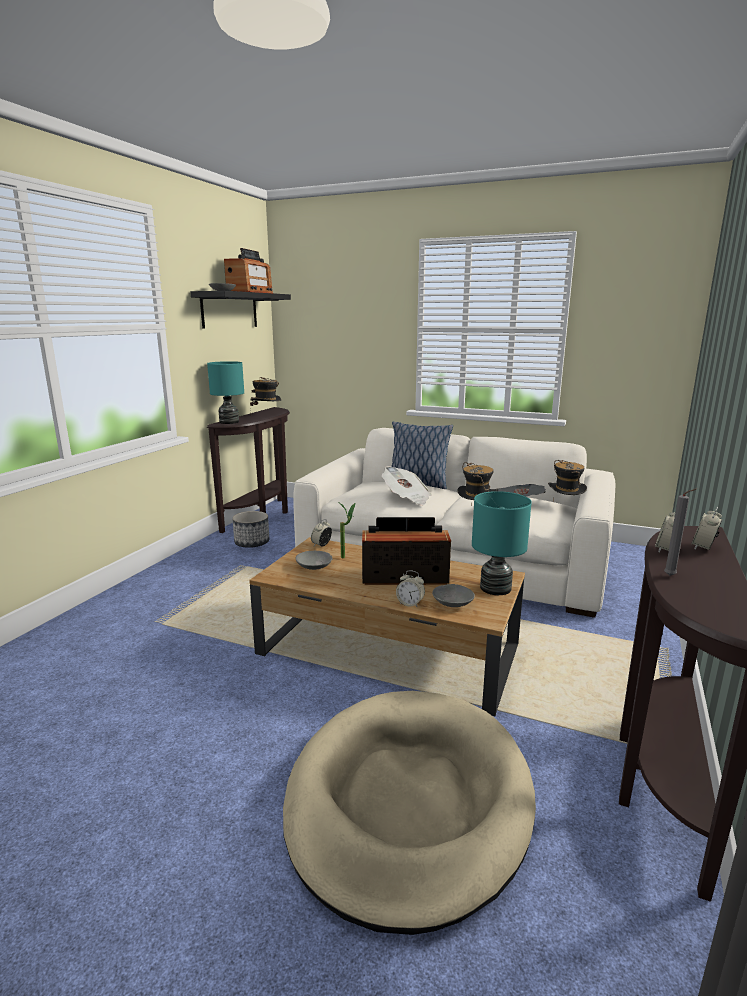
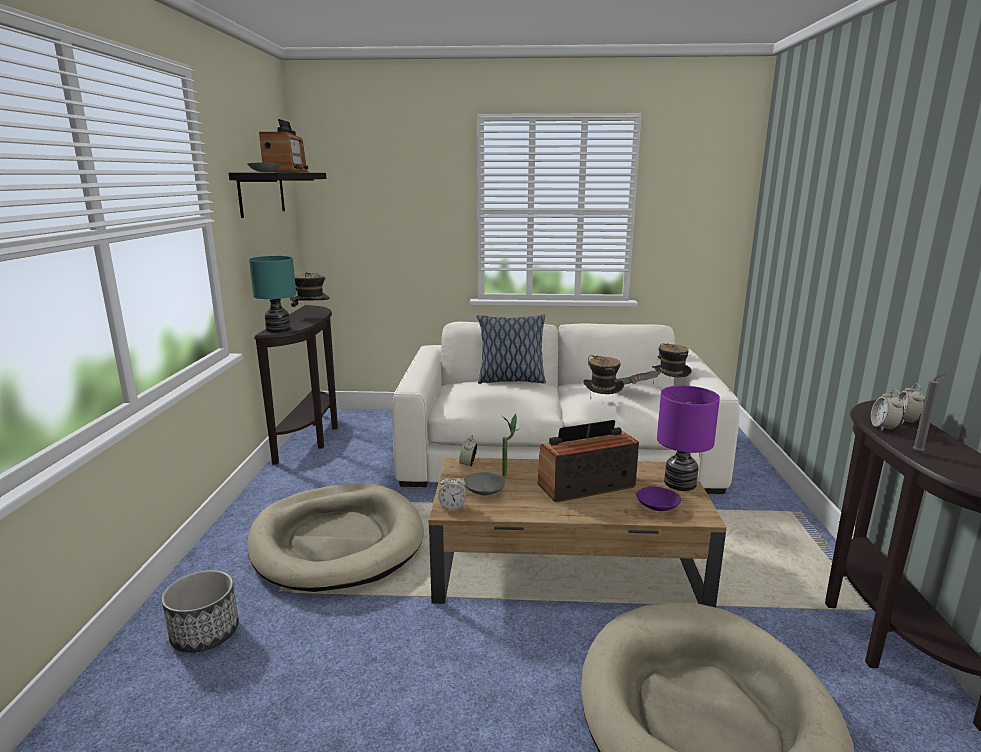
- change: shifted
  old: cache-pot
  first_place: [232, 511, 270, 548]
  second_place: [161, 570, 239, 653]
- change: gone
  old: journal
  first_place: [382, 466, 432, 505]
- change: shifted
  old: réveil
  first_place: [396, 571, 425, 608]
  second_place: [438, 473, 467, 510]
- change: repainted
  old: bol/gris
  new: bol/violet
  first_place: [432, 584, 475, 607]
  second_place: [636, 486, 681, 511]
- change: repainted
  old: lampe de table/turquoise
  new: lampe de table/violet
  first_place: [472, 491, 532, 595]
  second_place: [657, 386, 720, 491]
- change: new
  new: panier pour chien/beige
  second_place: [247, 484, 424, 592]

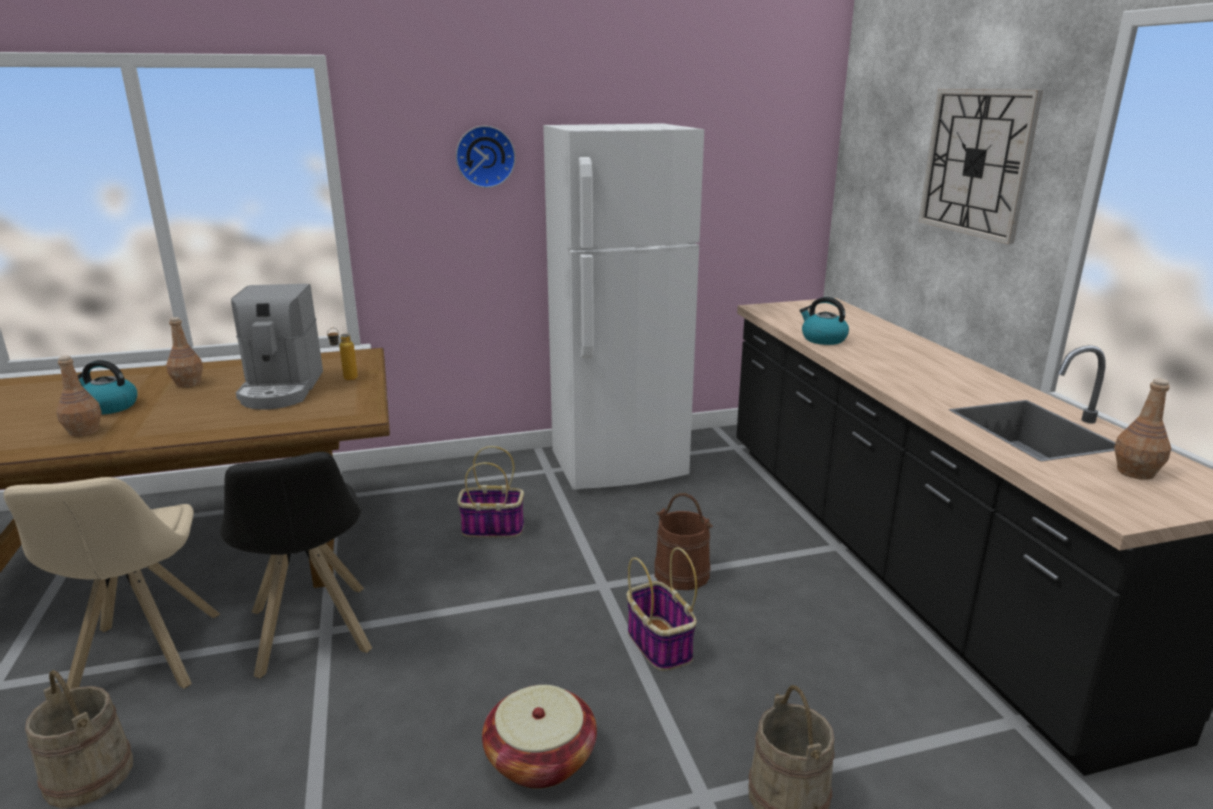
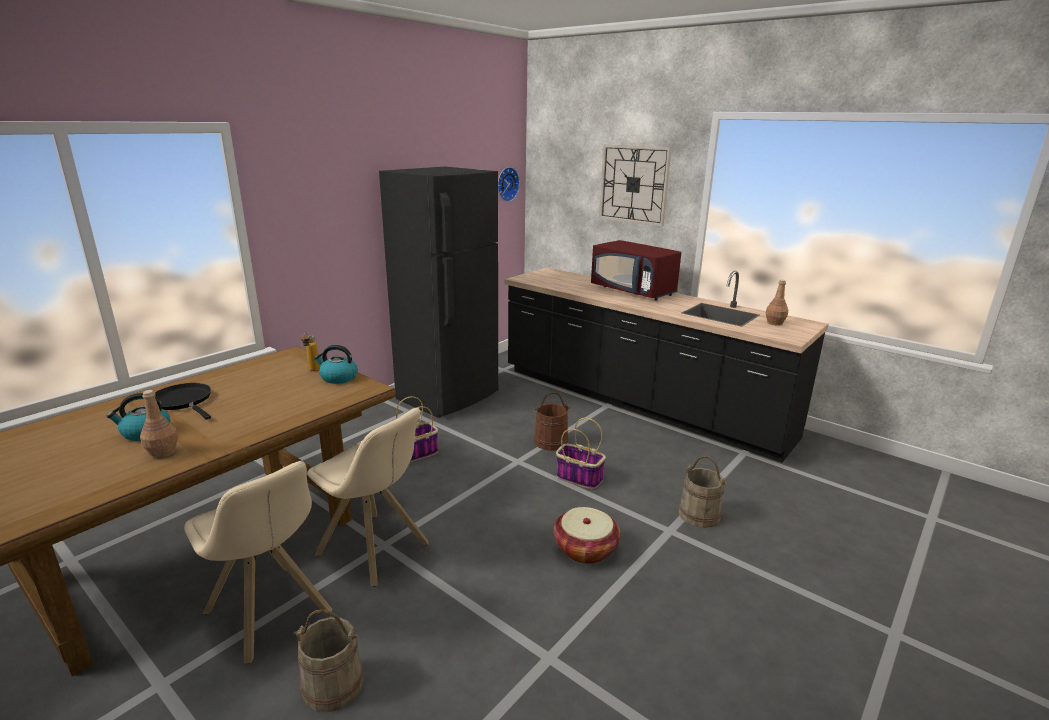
- change: swapped
  old: bouteille/marron
  new: poêle/noir
  first_place: [166, 317, 203, 388]
  second_place: [155, 383, 211, 419]
- change: repainted
  old: chaise/noir
  new: chaise/beige
  first_place: [220, 452, 372, 679]
  second_place: [307, 408, 428, 587]
- change: gone
  old: machine à café
  first_place: [231, 284, 323, 410]
- change: shifted
  old: horloge murale
  first_place: [456, 125, 516, 188]
  second_place: [498, 167, 520, 202]
- change: repainted
  old: réfrigérateur/blanc
  new: réfrigérateur/noir
  first_place: [543, 123, 704, 490]
  second_place: [379, 167, 498, 418]
- change: shifted
  old: bouilloire
  first_place: [800, 297, 849, 345]
  second_place: [314, 345, 357, 384]
- change: new
  new: micro-ondes/rouge
  second_place: [591, 240, 681, 300]

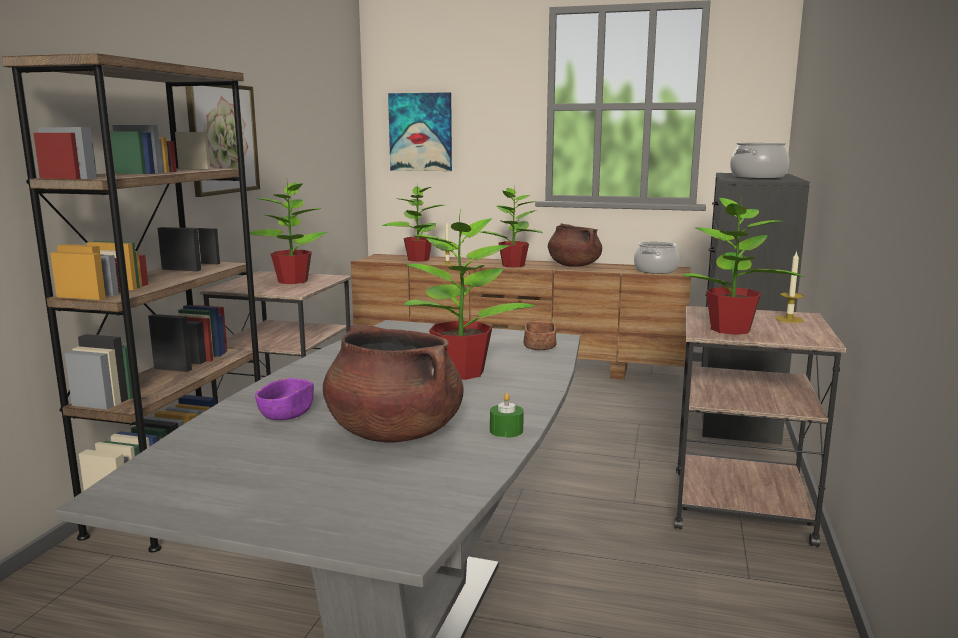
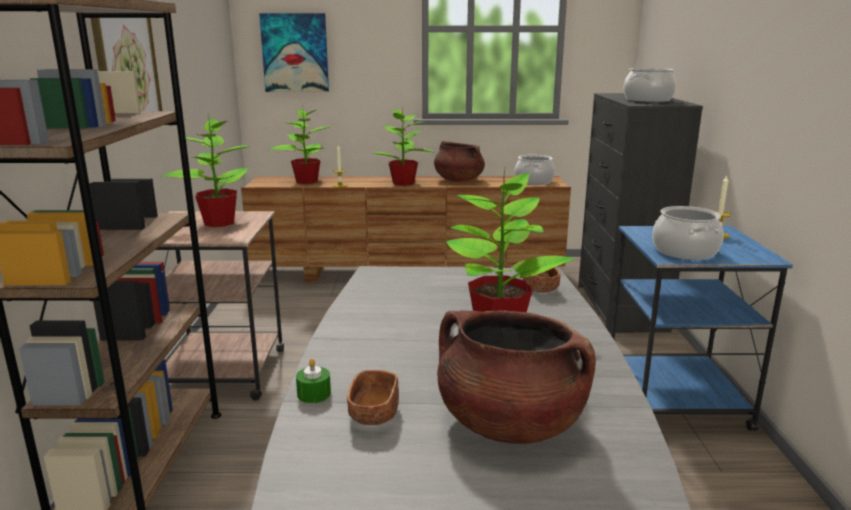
- change: repainted
  old: bol/violet
  new: bol/marron
  first_place: [255, 378, 314, 420]
  second_place: [347, 370, 399, 425]
- change: shifted
  old: bougie/vert
  first_place: [490, 393, 524, 438]
  second_place: [296, 358, 331, 403]
- change: repainted
  old: chariot/marron
  new: chariot/bleu
  first_place: [674, 306, 846, 547]
  second_place: [611, 226, 793, 431]
- change: swapped
  old: plante en pot
  new: marmite
  first_place: [683, 195, 804, 335]
  second_place: [652, 206, 724, 260]

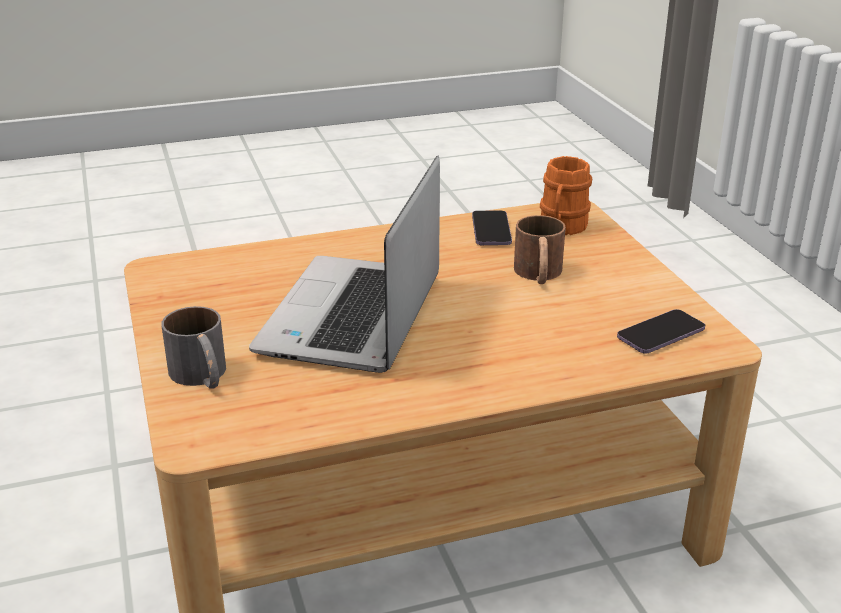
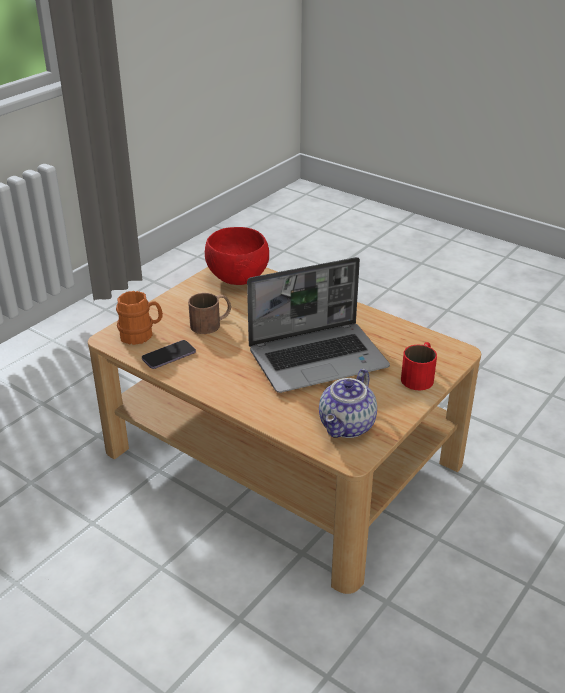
- change: repainted
  old: mug/gris
  new: mug/rouge
  first_place: [162, 306, 226, 389]
  second_place: [401, 342, 437, 390]
- change: swapped
  old: téléphone
  new: bol/rouge
  first_place: [617, 309, 705, 354]
  second_place: [205, 227, 269, 285]
- change: new
  new: théière
  second_place: [319, 369, 377, 438]

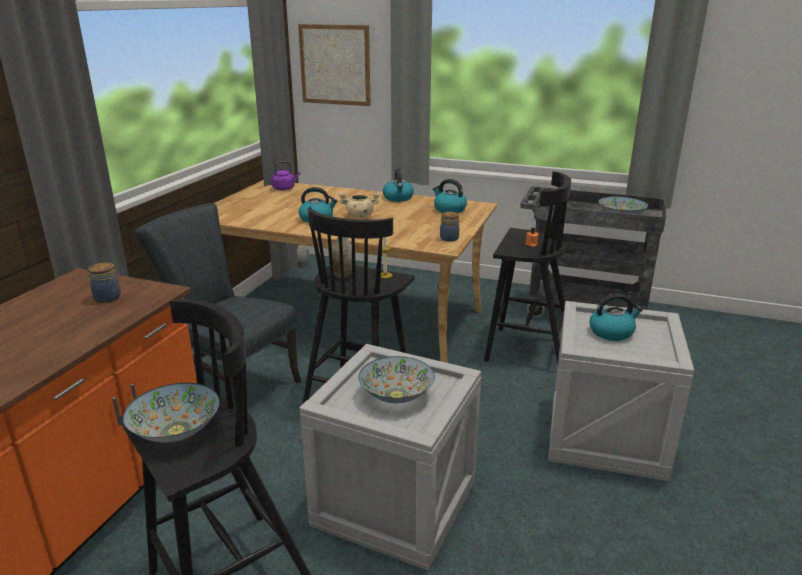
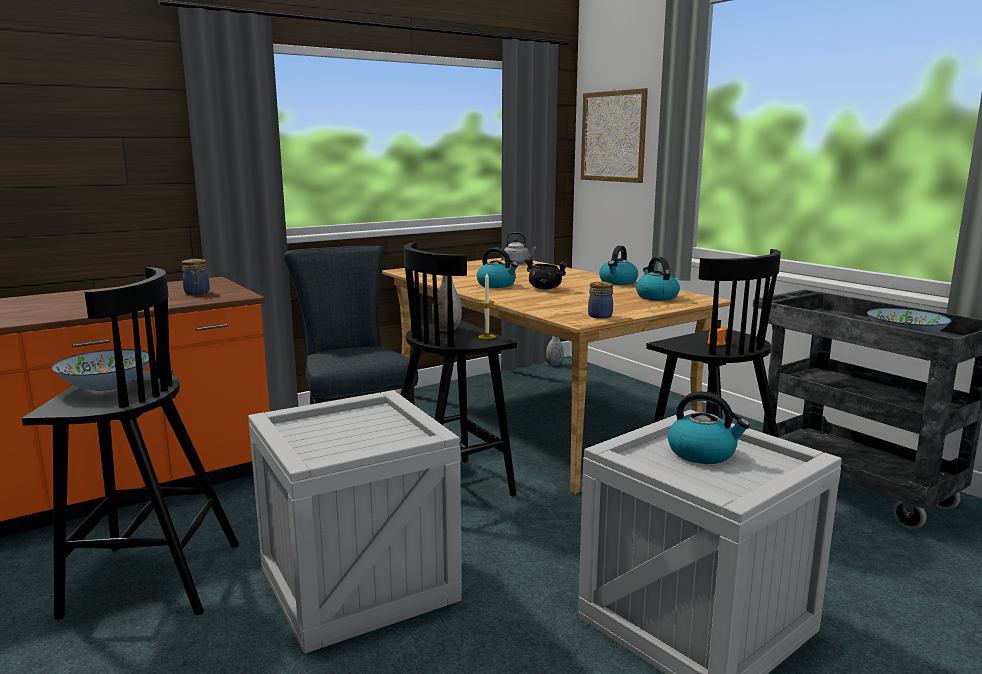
- change: repainted
  old: bouilloire/violet
  new: bouilloire/gris
  first_place: [271, 161, 300, 190]
  second_place: [503, 232, 536, 265]
- change: repainted
  old: marmite/beige
  new: marmite/noir
  first_place: [339, 192, 380, 217]
  second_place: [524, 258, 569, 289]
- change: gone
  old: bol
  first_place: [359, 356, 435, 404]

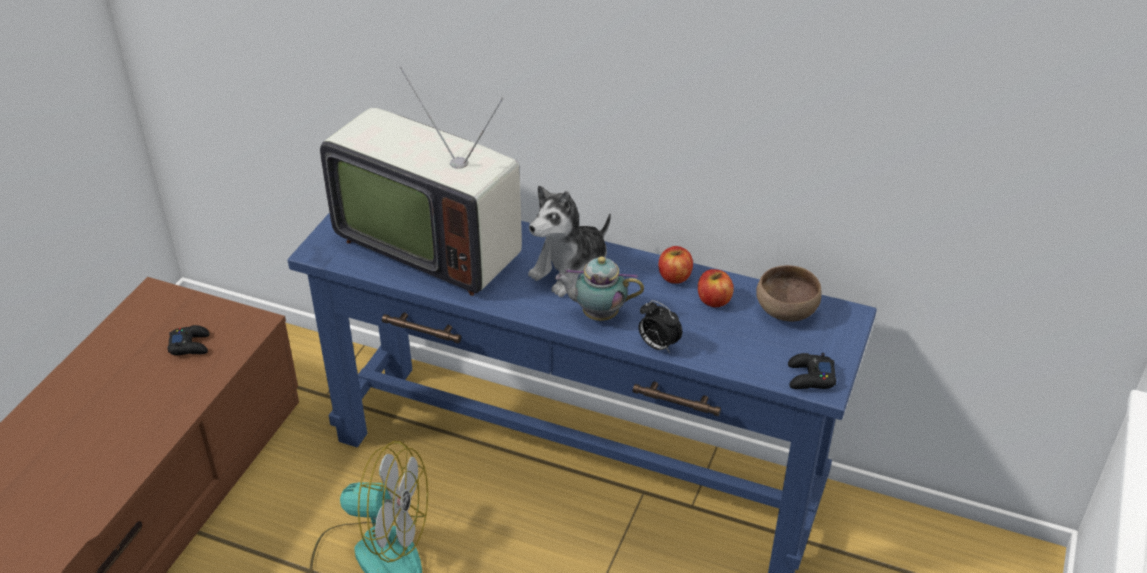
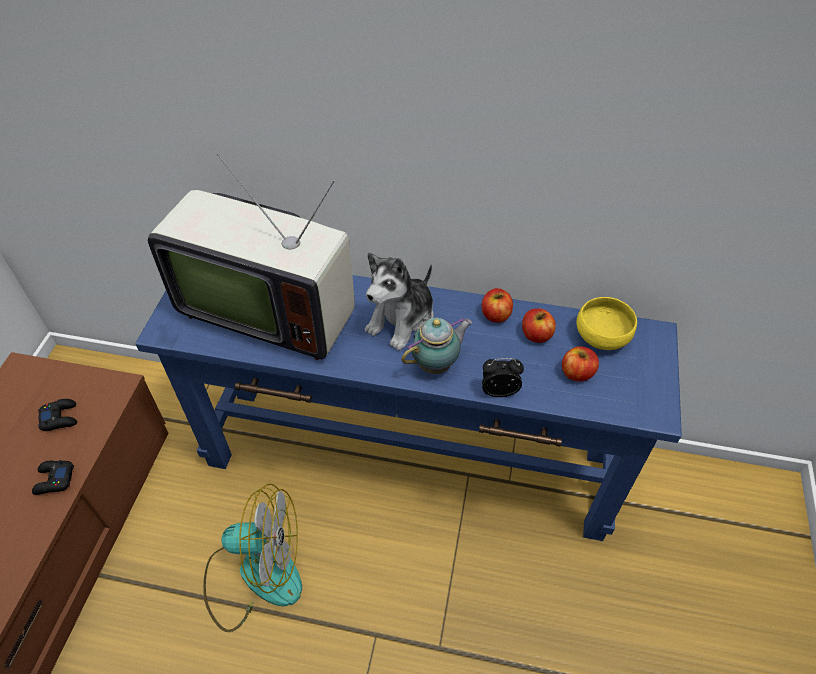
- change: rotated
  old: théière
  first_place: [555, 256, 644, 321]
  second_place: [402, 317, 472, 374]
  degrees: 150
- change: rotated
  old: réveil
  first_place: [639, 300, 682, 353]
  second_place: [482, 358, 524, 397]
  degrees: 150
- change: repainted
  old: bol/marron
  new: bol/jaune
  first_place: [756, 265, 822, 322]
  second_place: [576, 297, 637, 350]
- change: shifted
  old: manette/noir
  first_place: [788, 353, 836, 389]
  second_place: [32, 460, 74, 495]
- change: new
  new: pomme
  second_place: [562, 347, 599, 382]

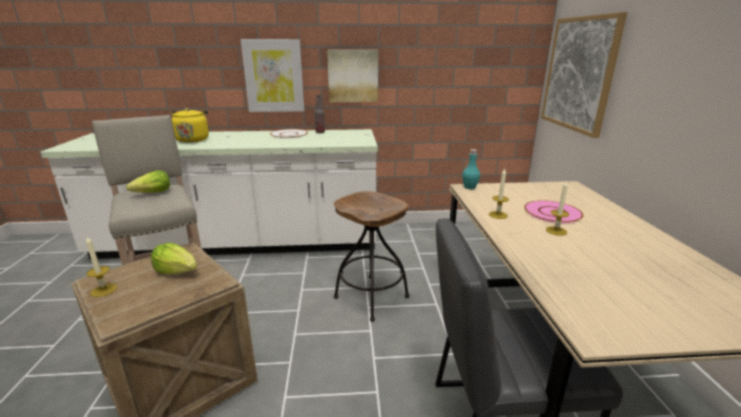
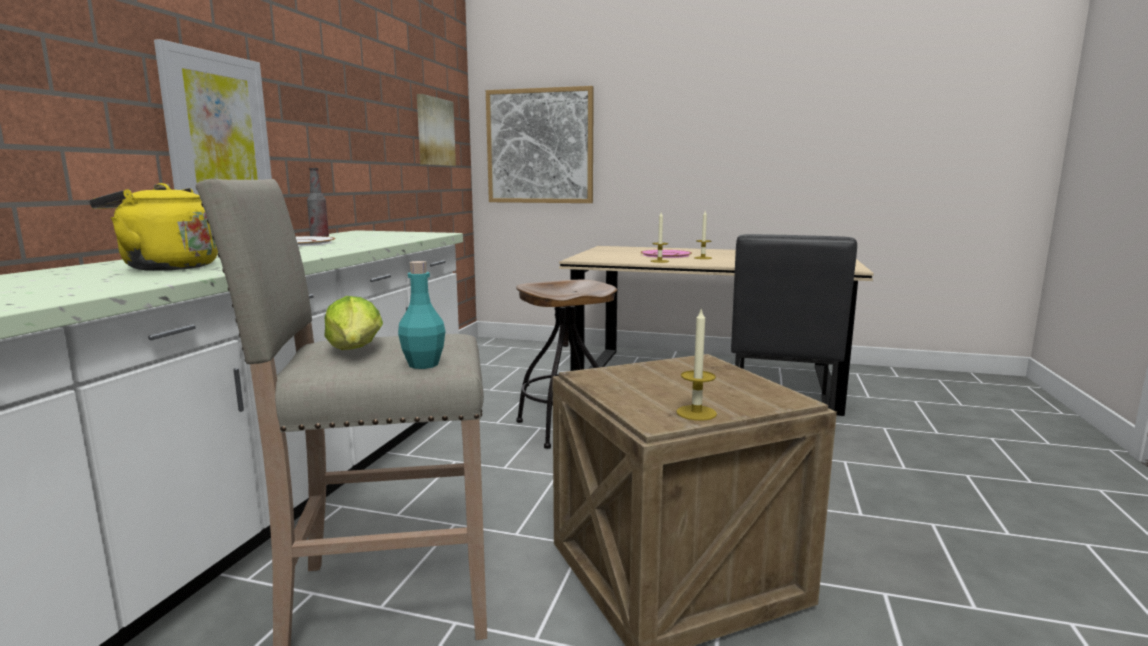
- change: gone
  old: laitue
  first_place: [151, 243, 197, 274]
- change: shifted
  old: tableau
  first_place: [327, 50, 378, 102]
  second_place: [417, 94, 456, 166]
- change: shifted
  old: bouteille/turquoise
  first_place: [462, 149, 480, 189]
  second_place: [398, 261, 445, 369]

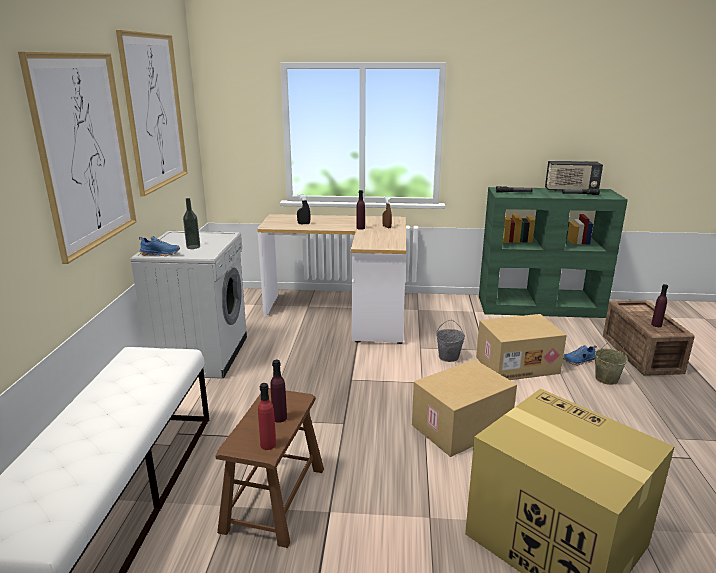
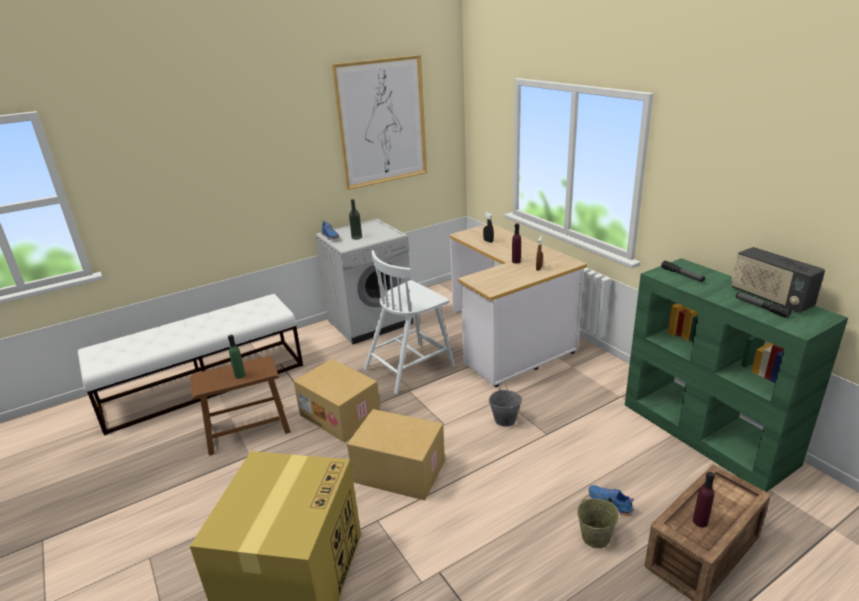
- change: gone
  old: tableau
  first_place: [18, 52, 136, 264]
- change: gone
  old: bouteille/rouge
  first_place: [258, 383, 276, 450]
- change: repainted
  old: bouteille/violet
  new: bouteille/vert
  first_place: [270, 360, 287, 423]
  second_place: [228, 335, 245, 379]
- change: shifted
  old: carton
  first_place: [476, 314, 567, 380]
  second_place: [294, 359, 380, 443]
- change: new
  new: chaise/blanc
  second_place: [364, 250, 455, 394]

